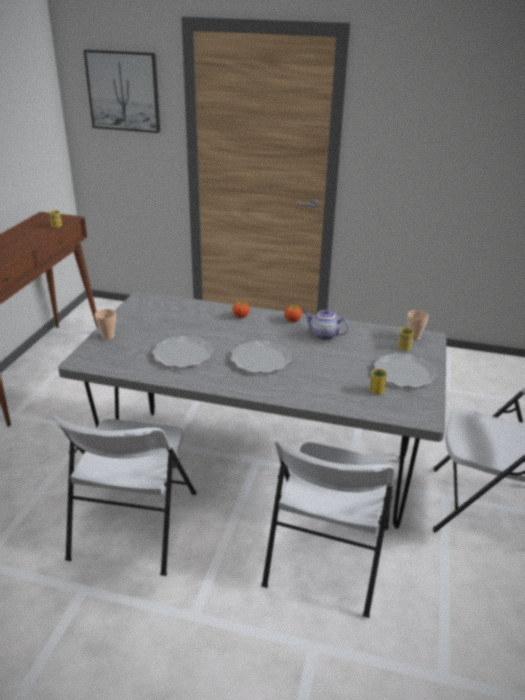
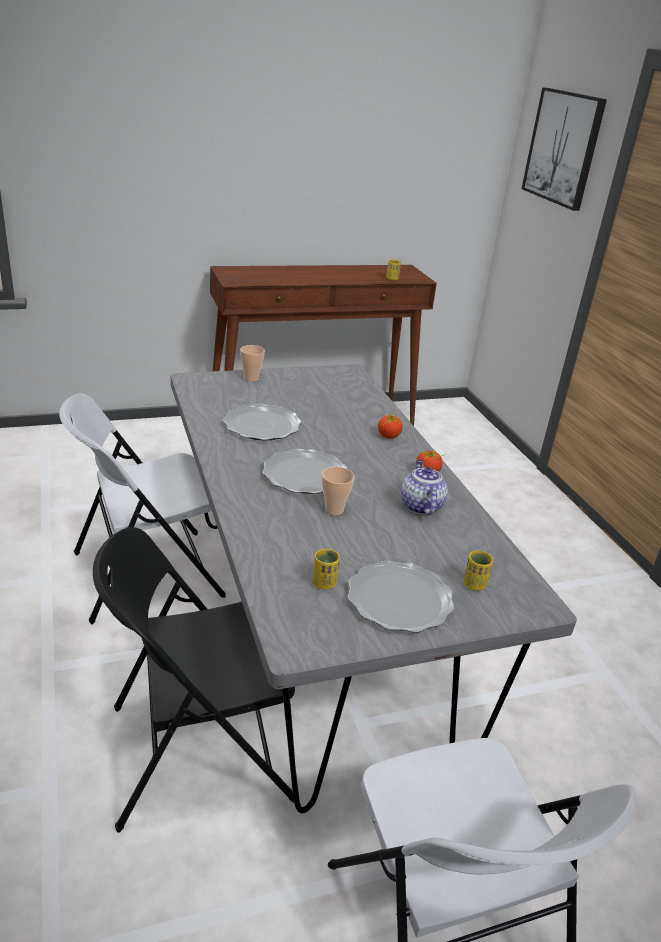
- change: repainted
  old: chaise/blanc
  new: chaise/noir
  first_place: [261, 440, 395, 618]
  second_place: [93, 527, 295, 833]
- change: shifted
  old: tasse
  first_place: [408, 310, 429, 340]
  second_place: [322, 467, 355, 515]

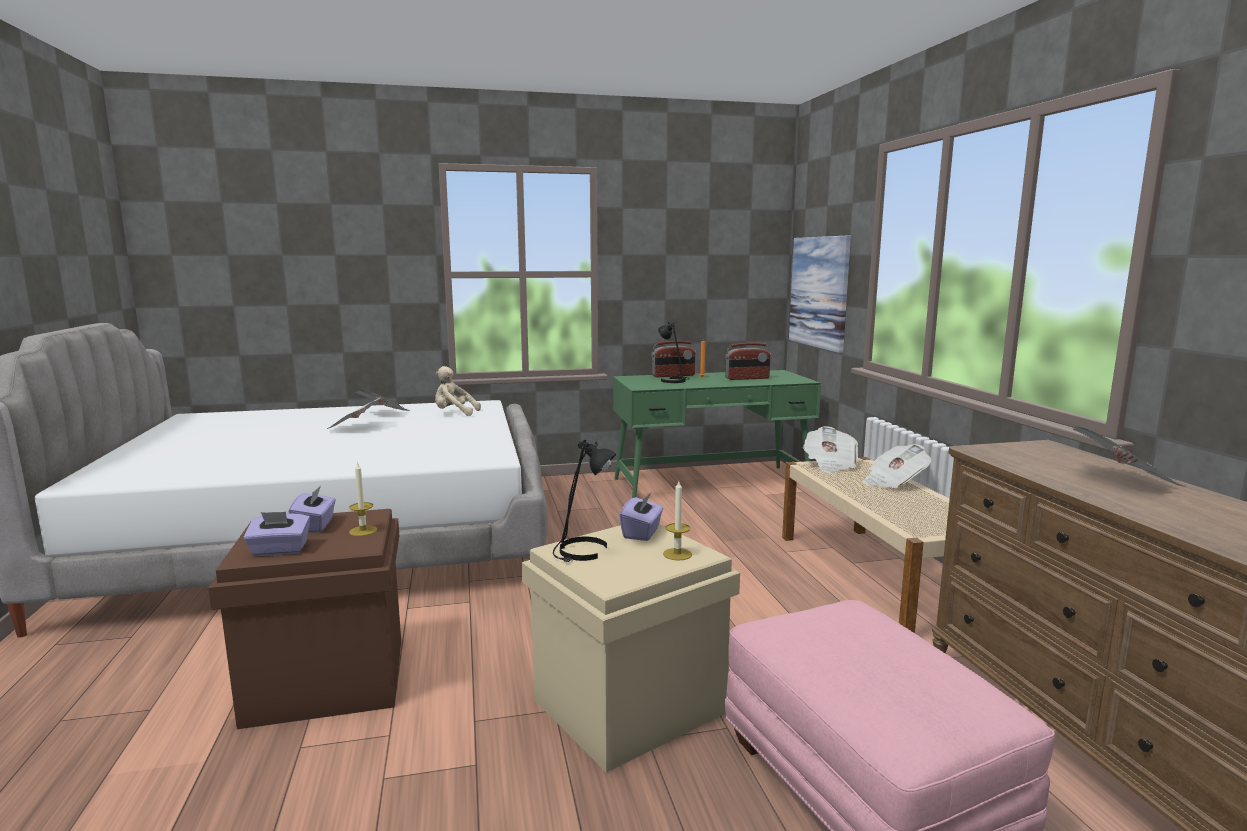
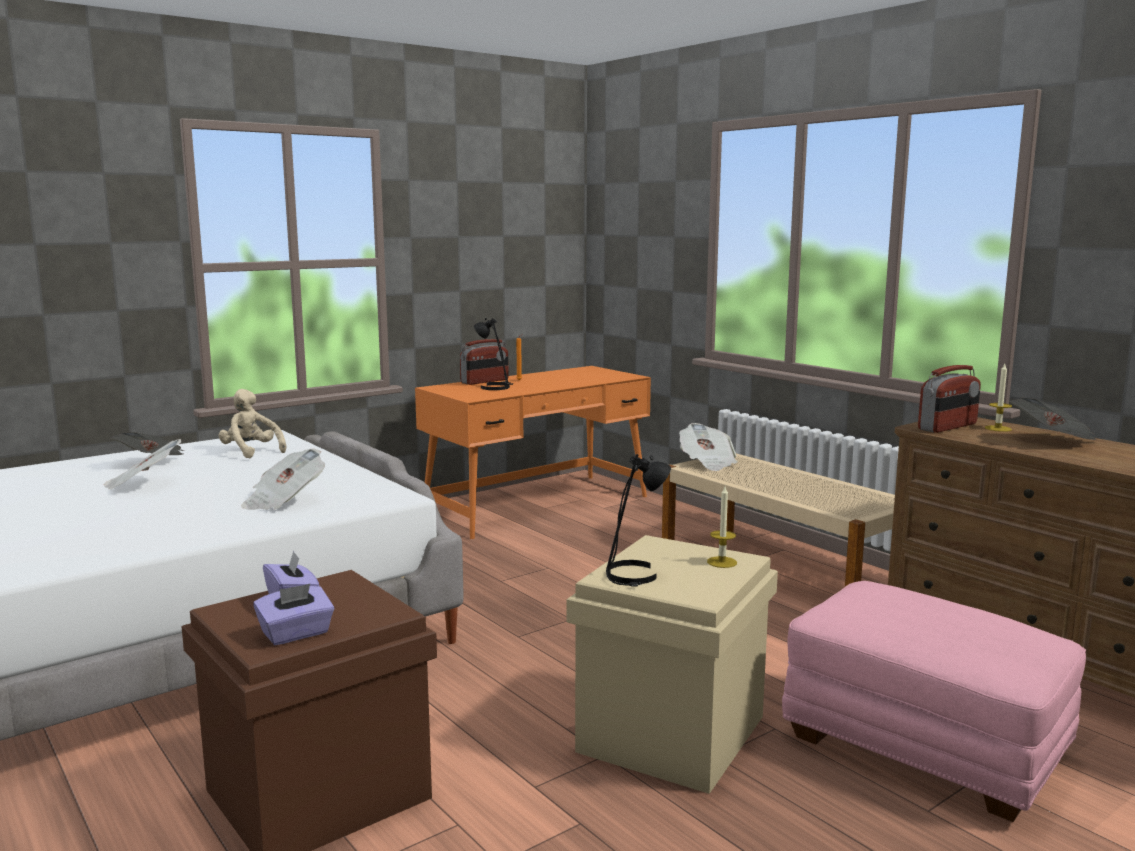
- change: shifted
  old: bougie
  first_place: [349, 462, 377, 536]
  second_place: [985, 364, 1012, 432]
- change: rotated
  old: peluche/beige
  first_place: [435, 366, 481, 416]
  second_place: [218, 389, 286, 458]
  degrees: 60
- change: repainted
  old: bureau/vert
  new: bureau/orange
  first_place: [613, 370, 821, 498]
  second_place: [415, 366, 651, 539]
- change: gone
  old: boîte à mouchoirs/violet
  first_place: [619, 493, 663, 541]
- change: shifted
  old: radio
  first_place: [725, 343, 771, 380]
  second_place: [918, 365, 981, 433]
- change: gone
  old: tableau
  first_place: [789, 236, 851, 353]
- change: shifted
  old: journal
  first_place: [862, 444, 931, 488]
  second_place: [241, 449, 325, 510]

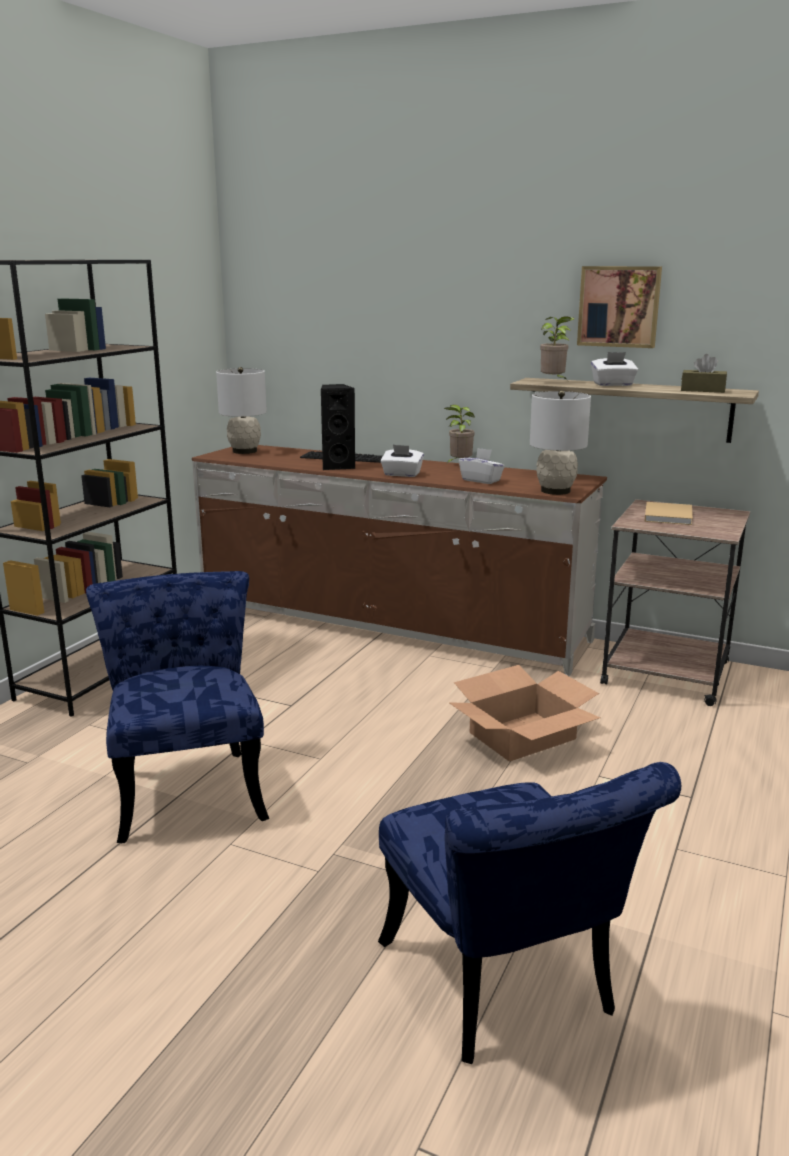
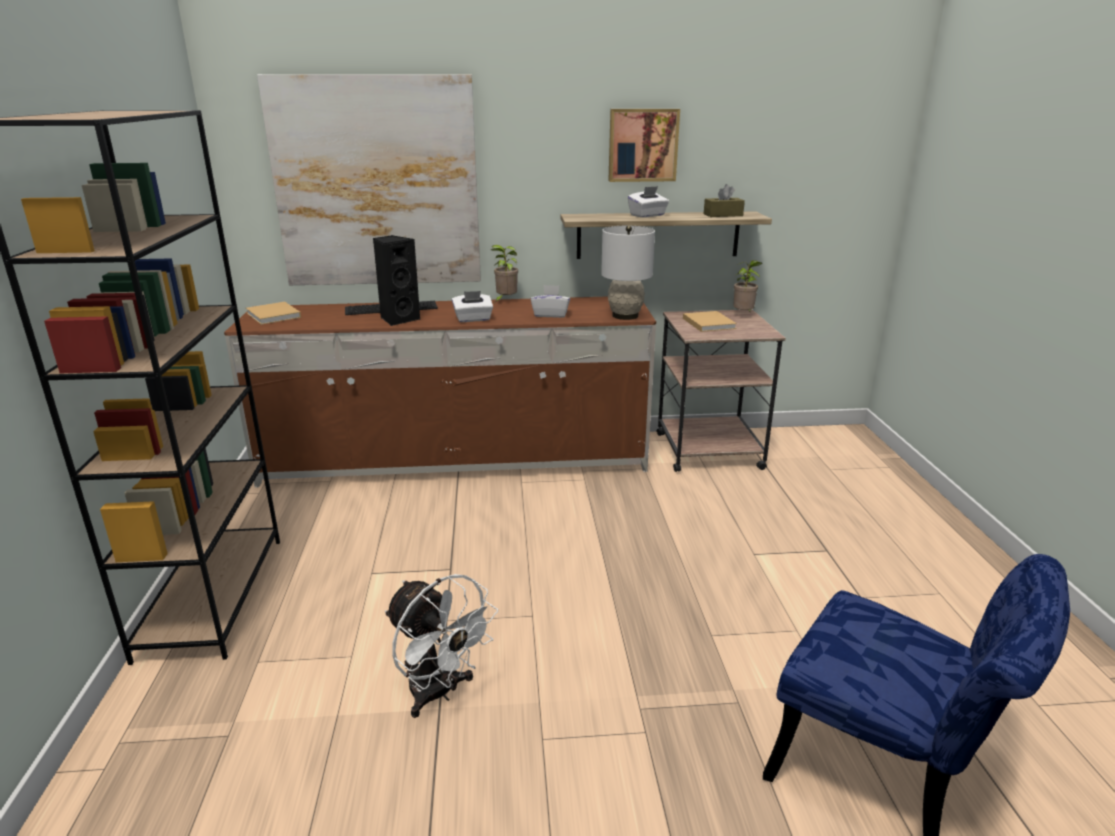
- change: swapped
  old: chaise/bleu
  new: ventilateur/blanc
  first_place: [86, 571, 269, 843]
  second_place: [385, 574, 498, 718]
- change: swapped
  old: lampe de table/blanc
  new: livre/beige
  first_place: [216, 367, 267, 454]
  second_place: [246, 302, 301, 325]
- change: gone
  old: carton
  first_place: [449, 665, 600, 762]
- change: shifted
  old: plante en pot
  first_place: [540, 316, 575, 381]
  second_place: [733, 260, 762, 311]
- change: new
  new: tableau
  second_place: [257, 74, 481, 285]

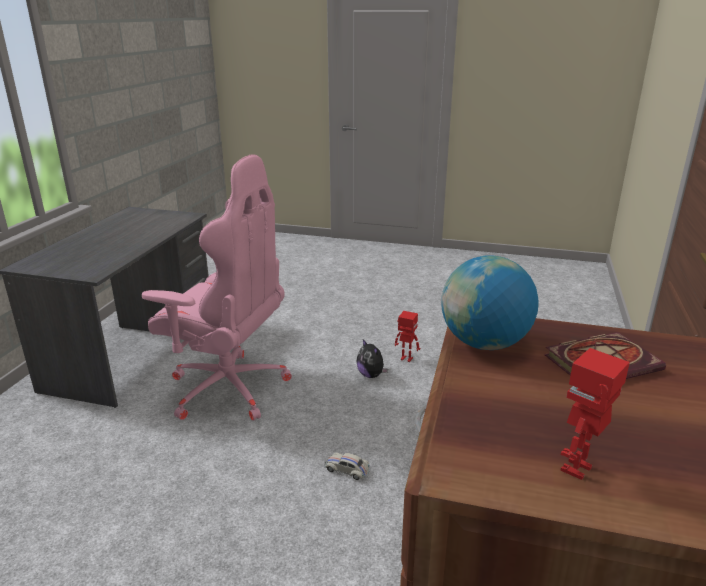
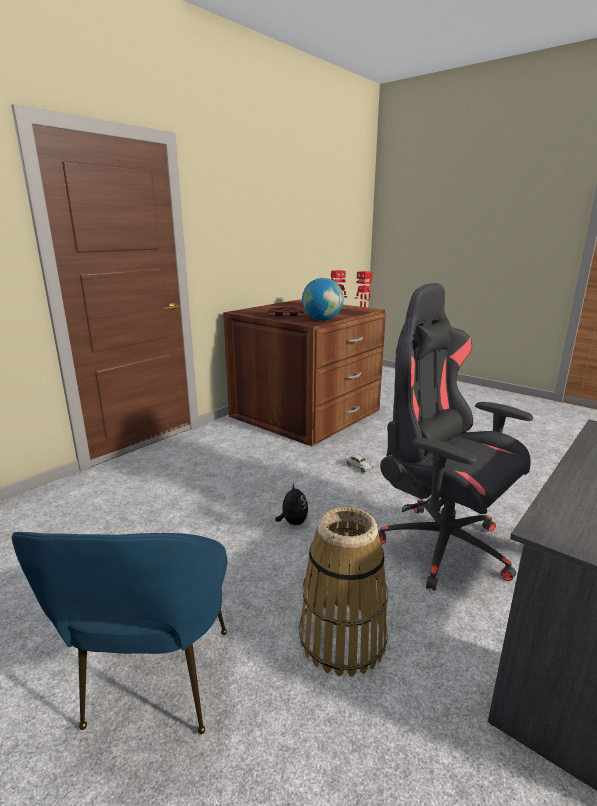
- change: repainted
  old: chaise de bureau/rose
  new: chaise de bureau/noir
  first_place: [142, 154, 292, 421]
  second_place: [378, 283, 533, 591]
- change: shifted
  old: robot jouet
  first_place: [395, 311, 421, 362]
  second_place: [355, 271, 373, 310]
- change: new
  new: chaise/bleu
  second_place: [12, 532, 227, 734]
- change: new
  new: panier
  second_place: [299, 507, 388, 677]

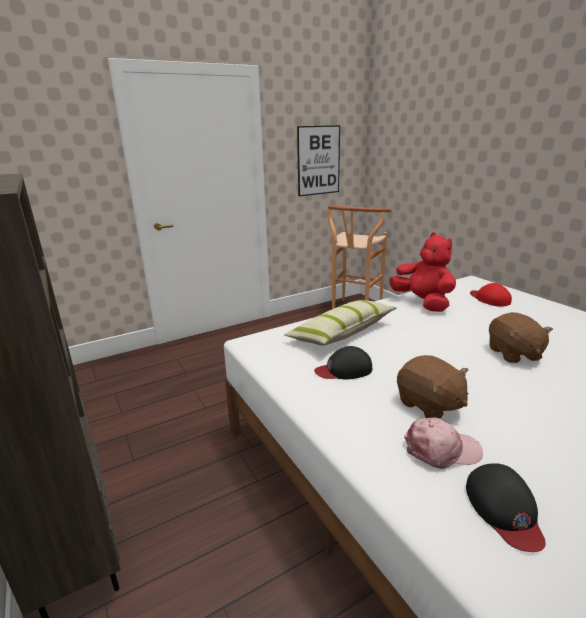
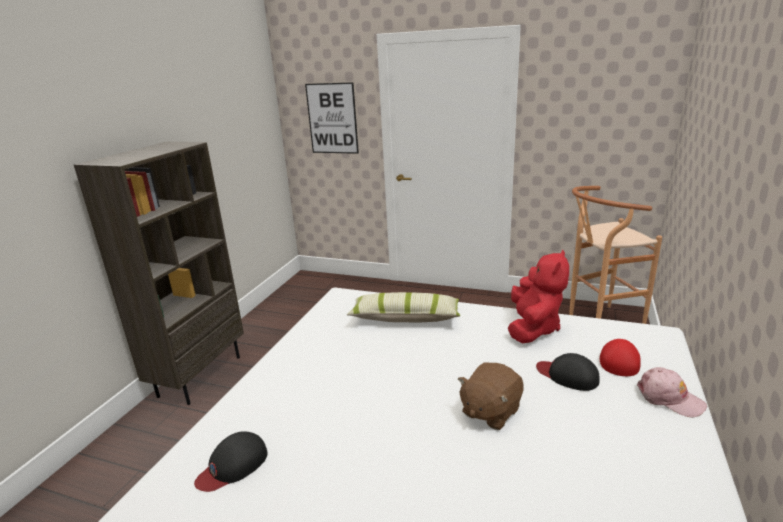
- change: shifted
  old: tableau
  first_place: [297, 125, 340, 196]
  second_place: [305, 82, 359, 154]
- change: shifted
  old: casquette/noir
  first_place: [314, 346, 372, 379]
  second_place: [536, 353, 600, 391]
- change: gone
  old: peluche/marron
  first_place: [397, 355, 468, 419]
- change: shifted
  old: casquette/rose
  first_place: [404, 417, 483, 469]
  second_place: [637, 367, 707, 418]

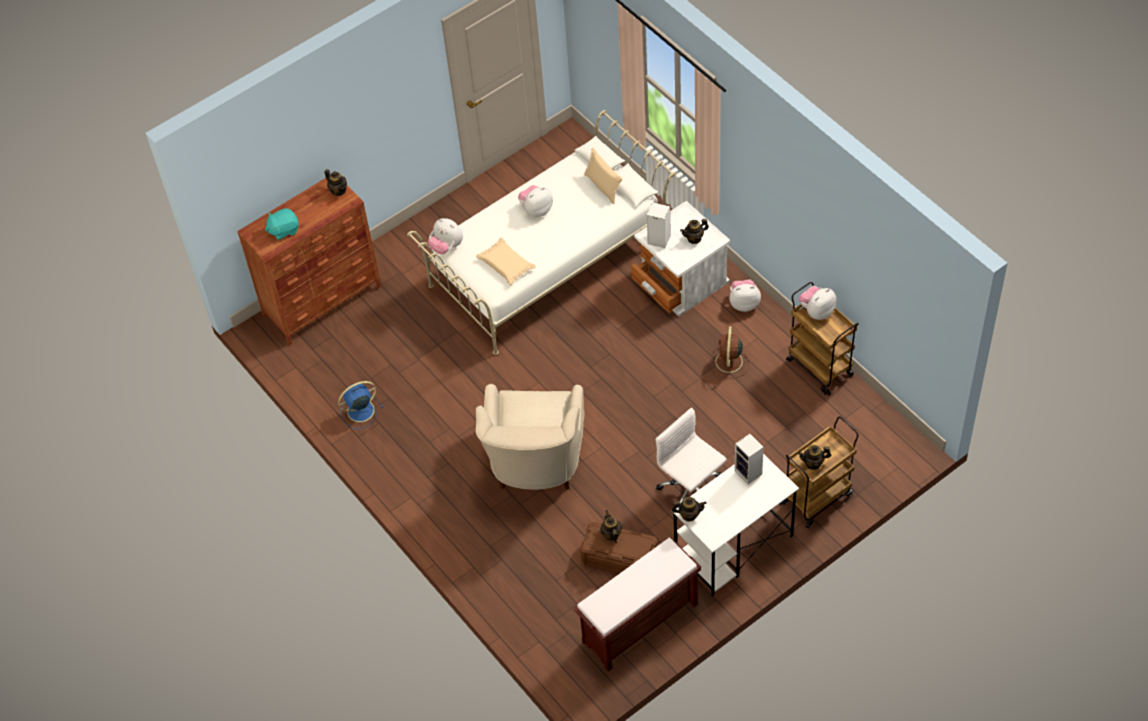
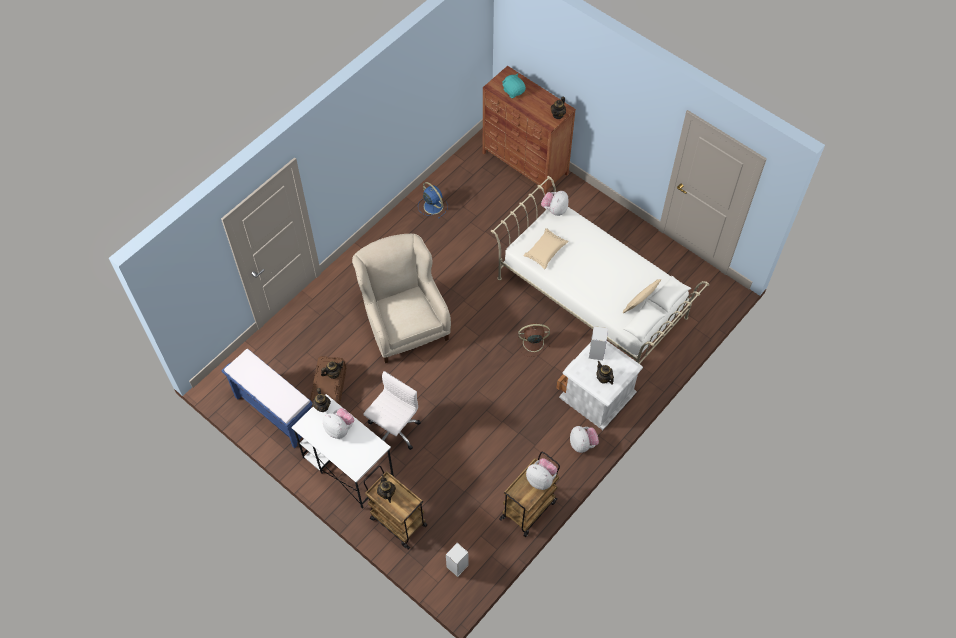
- change: rotated
  old: fauteuil/beige
  first_place: [476, 384, 584, 490]
  second_place: [352, 234, 451, 363]
  degrees: 75
- change: shifted
  old: peluche
  first_place: [518, 185, 553, 217]
  second_place: [323, 408, 354, 439]
- change: repainted
  old: banc/marron
  new: banc/bleu
  first_place: [573, 538, 702, 671]
  second_place: [221, 348, 312, 448]
- change: shifted
  old: ventilateur/marron
  first_place: [710, 327, 749, 378]
  second_place: [517, 323, 550, 357]
- change: shifted
  old: enceinte
  first_place: [734, 434, 764, 484]
  second_place: [446, 543, 469, 577]

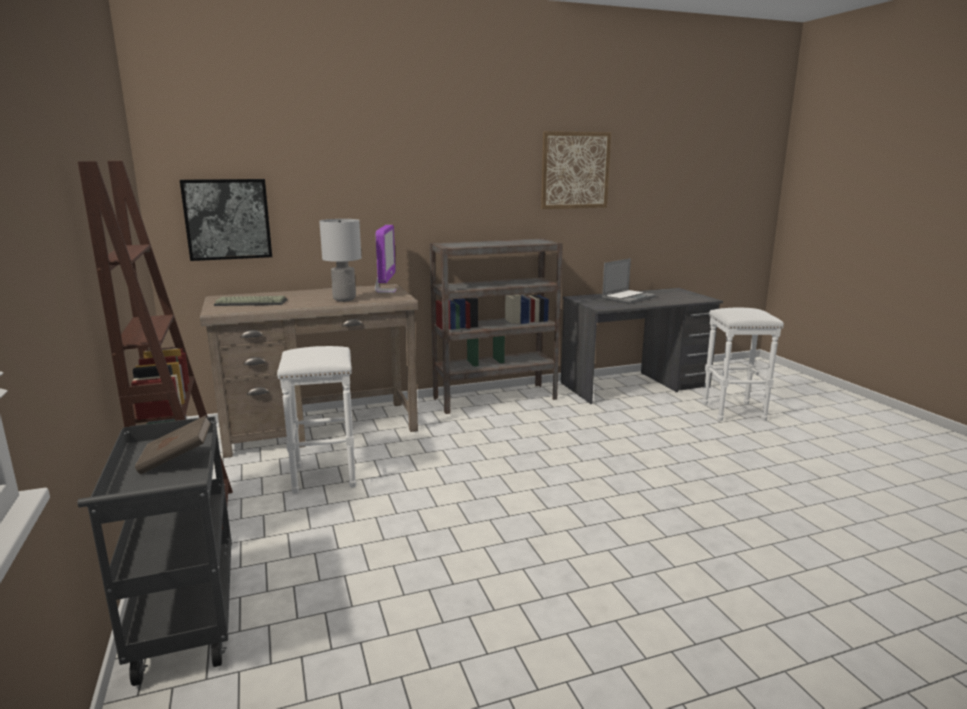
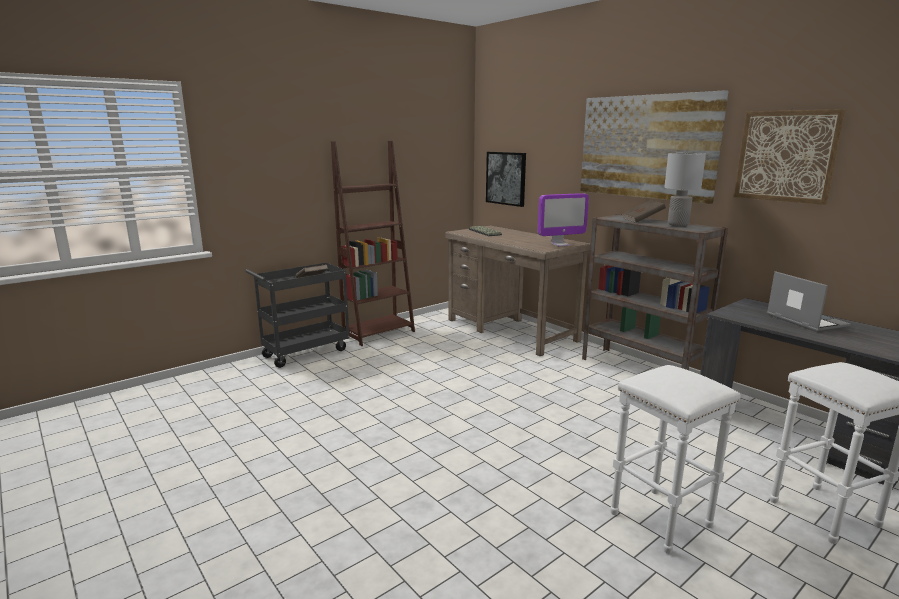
- change: shifted
  old: tabouret/blanc
  first_place: [277, 346, 356, 494]
  second_place: [610, 365, 740, 554]
- change: shifted
  old: lampe de table/gris
  first_place: [319, 219, 361, 302]
  second_place: [664, 152, 706, 227]
- change: rotated
  old: ordinateur portable
  first_place: [602, 258, 656, 304]
  second_place: [767, 271, 851, 332]
  degrees: -135
- change: new
  new: tableau
  second_place: [580, 90, 729, 204]
- change: new
  new: livre/marron
  second_place: [622, 200, 666, 223]

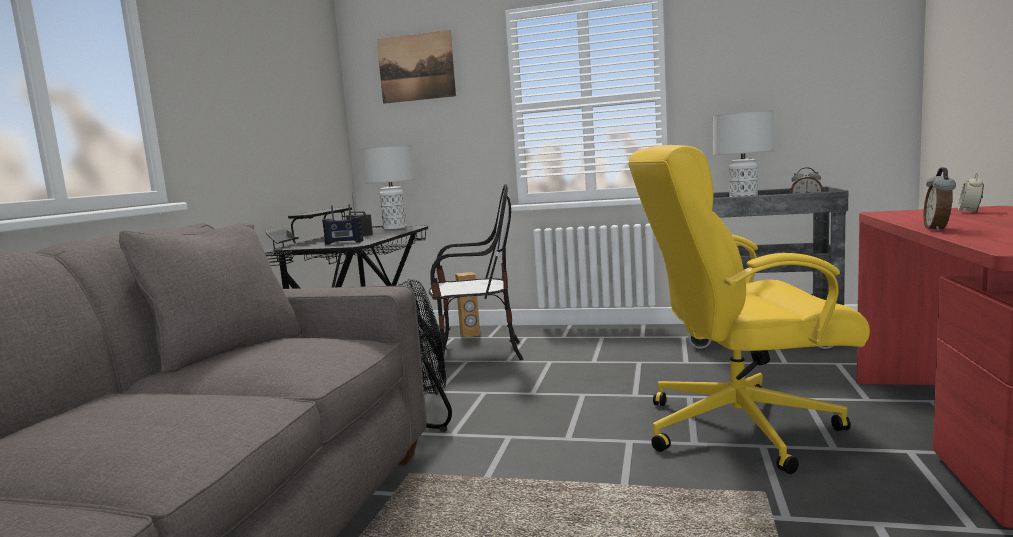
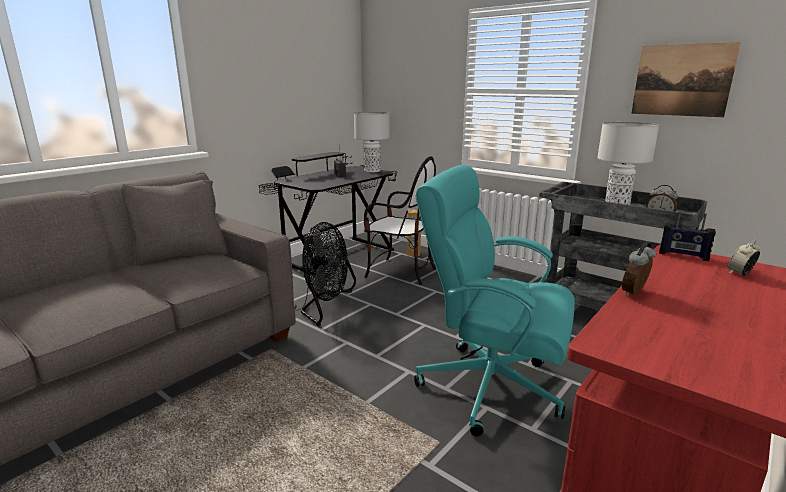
- change: shifted
  old: radio
  first_place: [322, 204, 364, 245]
  second_place: [659, 211, 716, 261]
- change: shifted
  old: tableau
  first_place: [377, 30, 456, 104]
  second_place: [631, 42, 741, 117]
- change: repainted
  old: chaise de bureau/jaune
  new: chaise de bureau/turquoise
  first_place: [628, 145, 870, 474]
  second_place: [414, 165, 575, 436]

